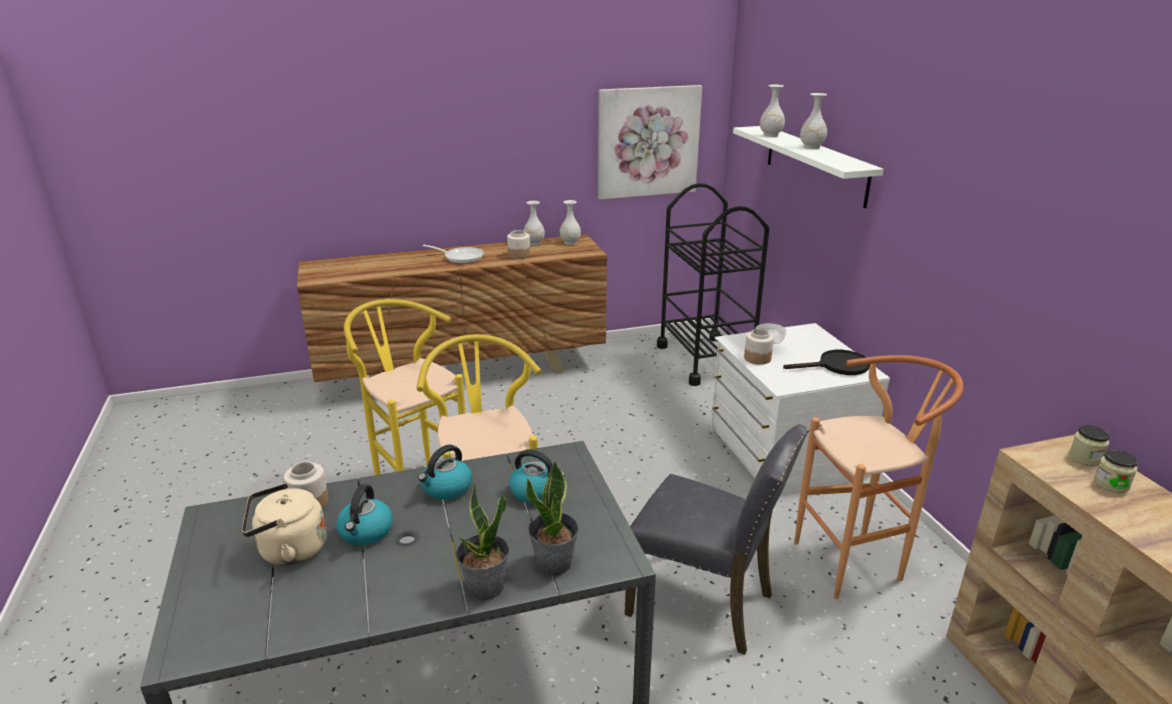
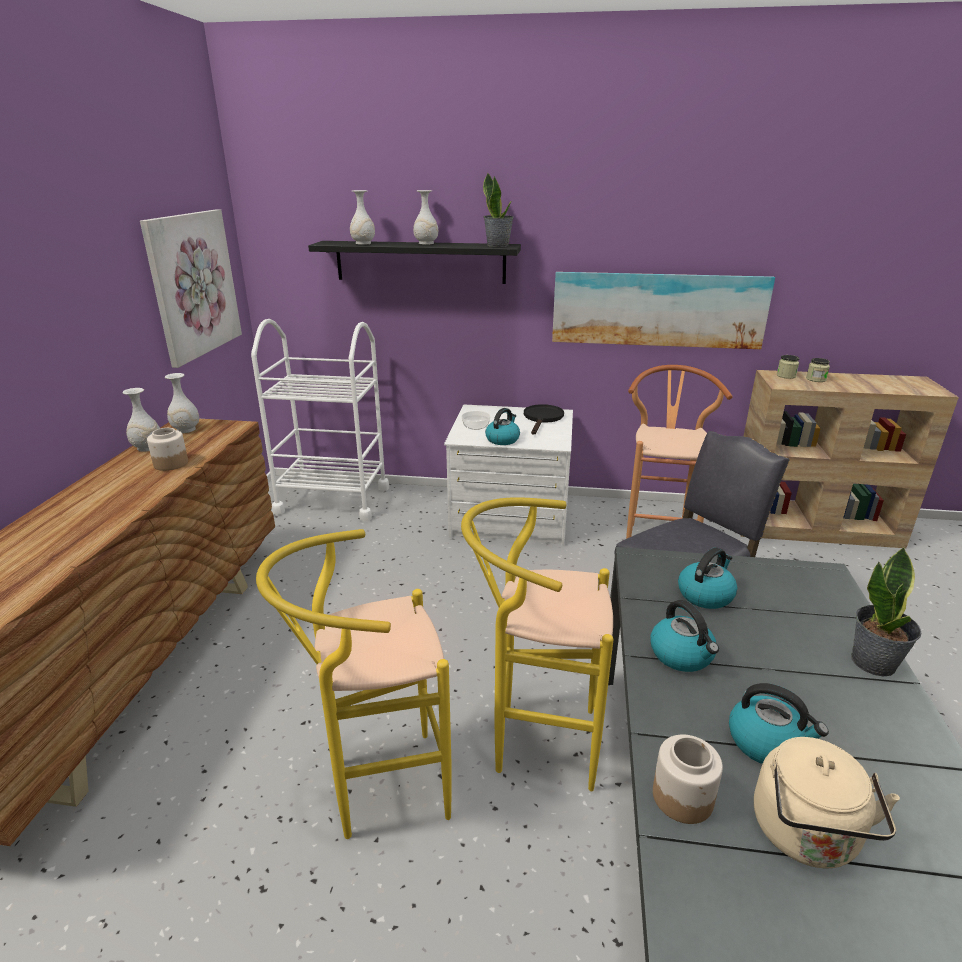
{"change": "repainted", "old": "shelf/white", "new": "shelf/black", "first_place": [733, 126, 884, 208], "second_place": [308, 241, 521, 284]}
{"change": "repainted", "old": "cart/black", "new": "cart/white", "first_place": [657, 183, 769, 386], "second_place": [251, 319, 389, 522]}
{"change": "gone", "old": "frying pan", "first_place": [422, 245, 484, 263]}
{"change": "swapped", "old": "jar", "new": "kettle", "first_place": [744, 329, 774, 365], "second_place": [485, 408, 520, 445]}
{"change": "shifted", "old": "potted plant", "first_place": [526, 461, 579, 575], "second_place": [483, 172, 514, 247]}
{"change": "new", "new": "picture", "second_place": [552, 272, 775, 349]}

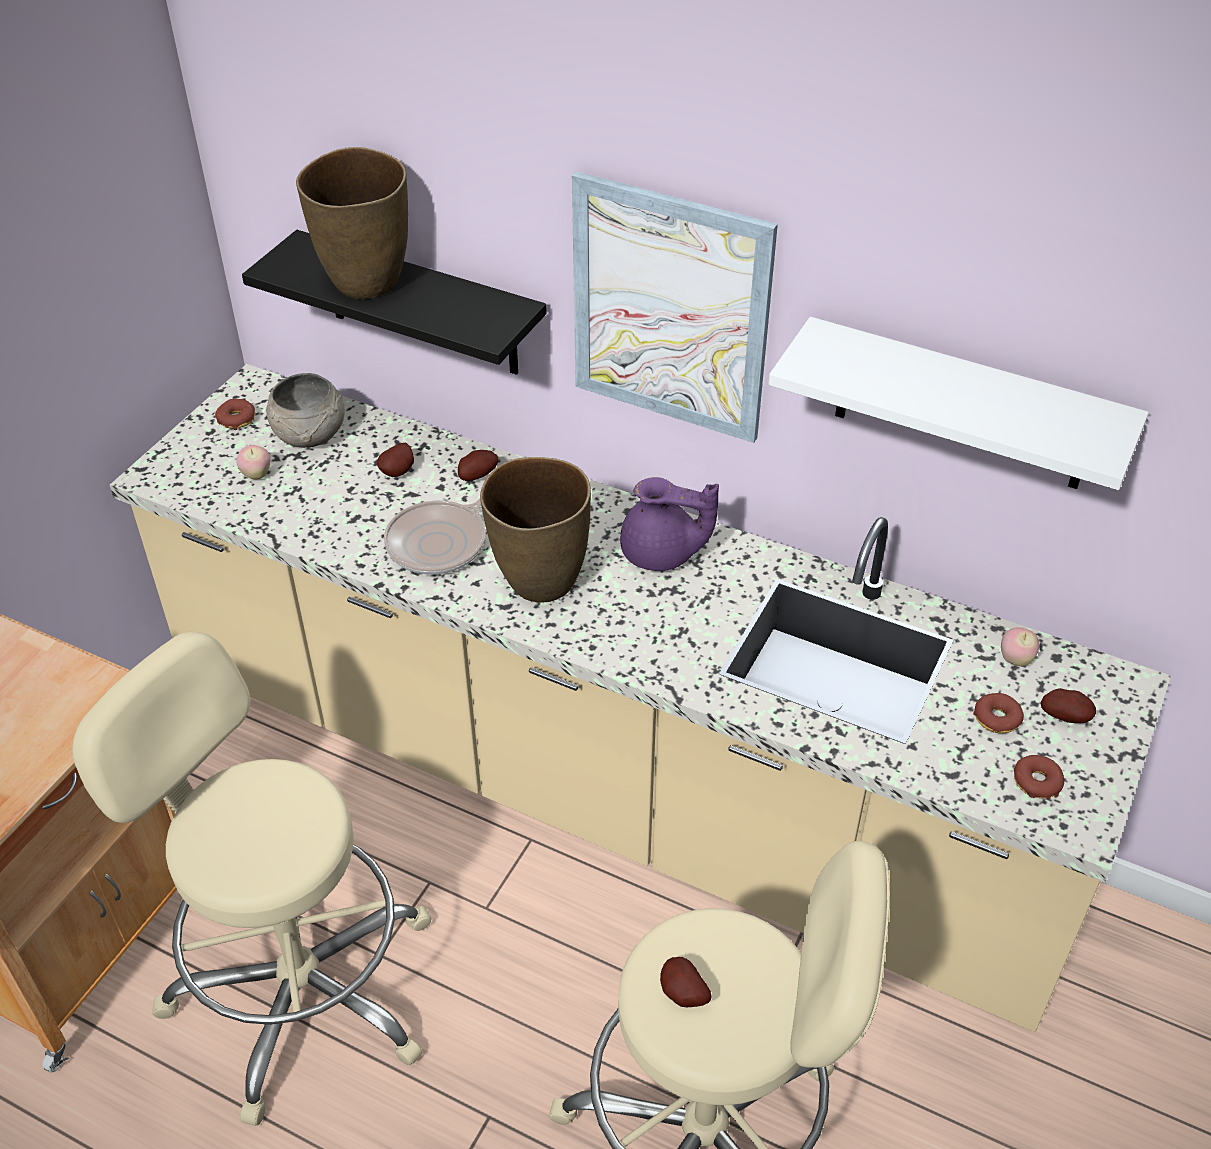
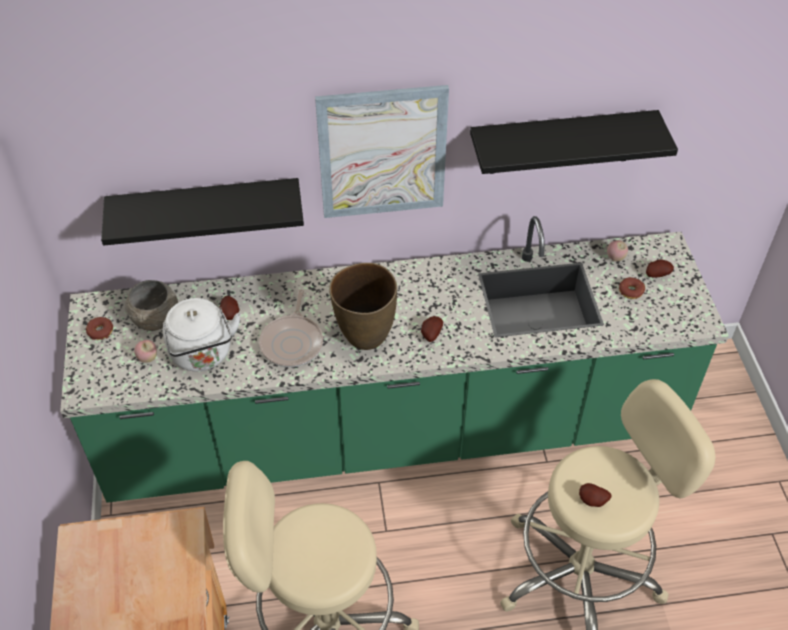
{"change": "gone", "old": "vase/brown", "first_place": [296, 147, 408, 299]}
{"change": "repainted", "old": "shelf/white", "new": "shelf/black", "first_place": [768, 317, 1149, 490], "second_place": [470, 110, 678, 174]}
{"change": "repainted", "old": "counter/beige", "new": "counter/green", "first_place": [110, 364, 1171, 1032], "second_place": [60, 216, 729, 503]}
{"change": "shifted", "old": "potato", "first_place": [458, 450, 498, 481], "second_place": [421, 316, 443, 342]}
{"change": "gone", "old": "teapot/purple", "first_place": [620, 477, 719, 571]}
{"change": "gone", "old": "donut", "first_place": [1014, 755, 1064, 799]}
{"change": "new", "new": "kettle/white", "second_place": [163, 298, 241, 372]}

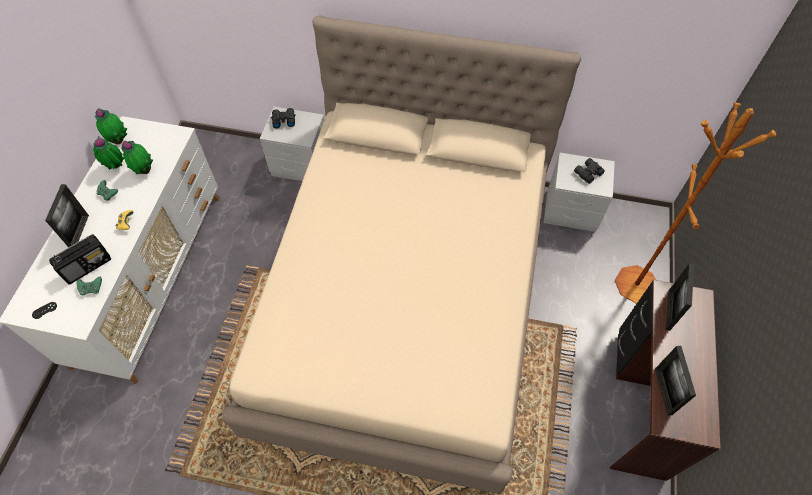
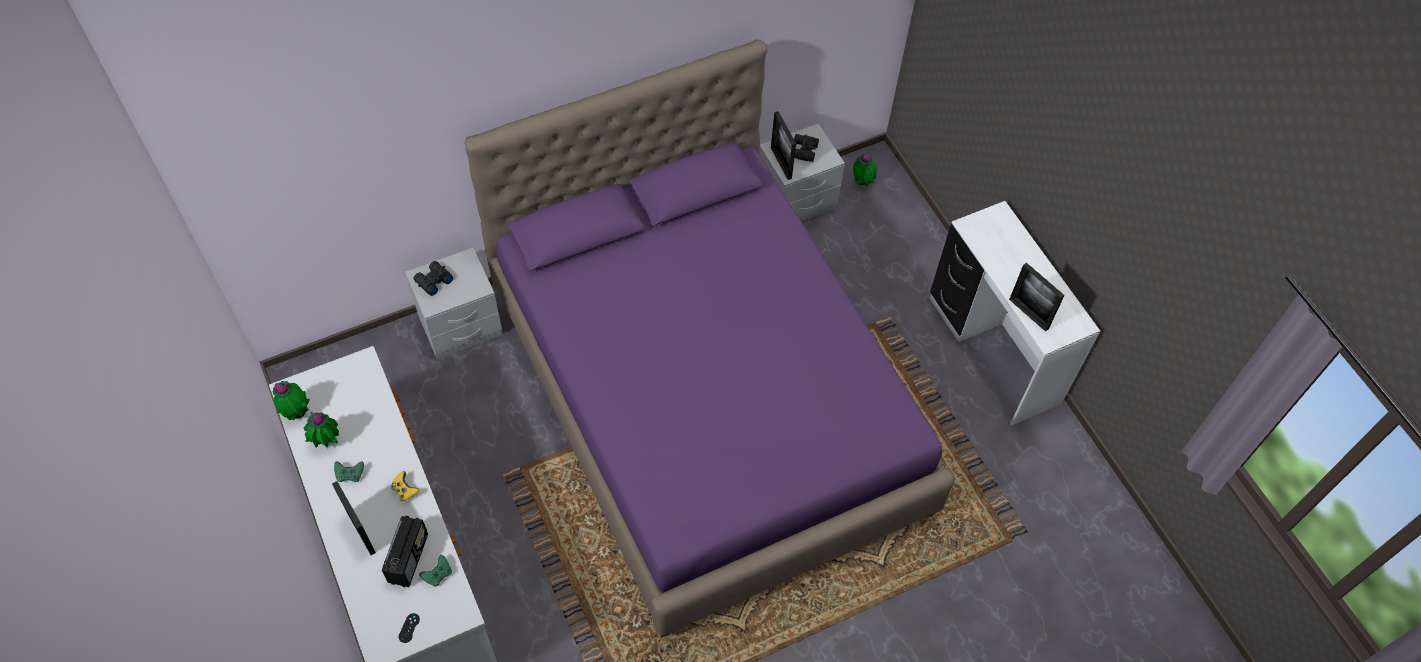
{"change": "repainted", "old": "bed/beige", "new": "bed/purple", "first_place": [222, 15, 581, 494], "second_place": [465, 39, 955, 638]}
{"change": "gone", "old": "clothes rack/orange", "first_place": [614, 102, 776, 304]}
{"change": "shifted", "old": "potted plant", "first_place": [121, 141, 153, 174], "second_place": [853, 152, 877, 187]}
{"change": "shifted", "old": "picture frame", "first_place": [665, 263, 694, 331], "second_place": [771, 111, 796, 180]}
{"change": "repainted", "old": "desk/brown", "new": "desk/white", "first_place": [610, 280, 721, 481], "second_place": [930, 201, 1100, 426]}

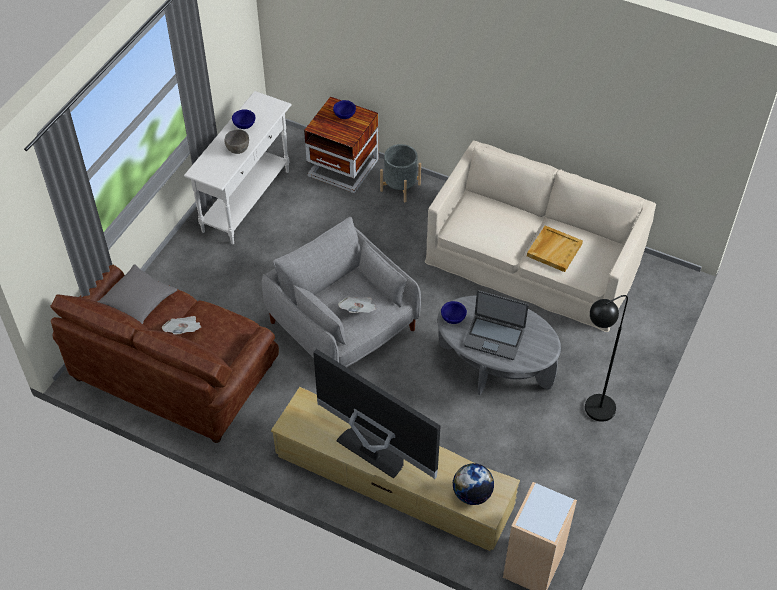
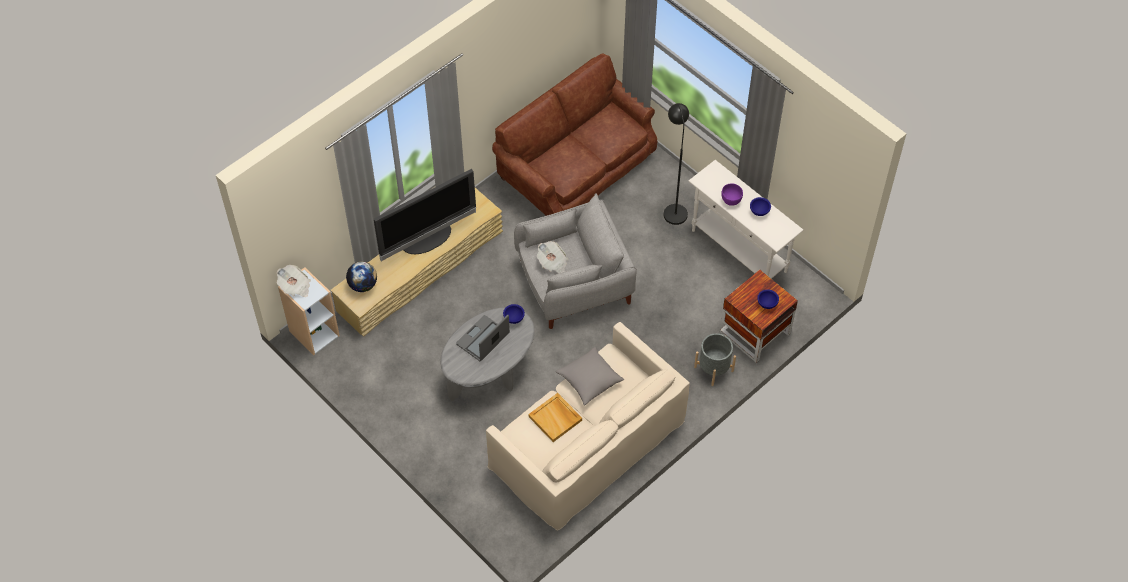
{"change": "repainted", "old": "bowl/grey", "new": "bowl/purple", "first_place": [225, 129, 249, 154], "second_place": [721, 184, 743, 206]}
{"change": "shifted", "old": "pillow/grey", "first_place": [97, 264, 177, 324], "second_place": [555, 347, 624, 405]}
{"change": "shifted", "old": "floor lamp/black", "first_place": [585, 295, 628, 422], "second_place": [664, 103, 689, 225]}
{"change": "shifted", "old": "newspaper", "first_place": [162, 316, 202, 335], "second_place": [277, 265, 311, 297]}

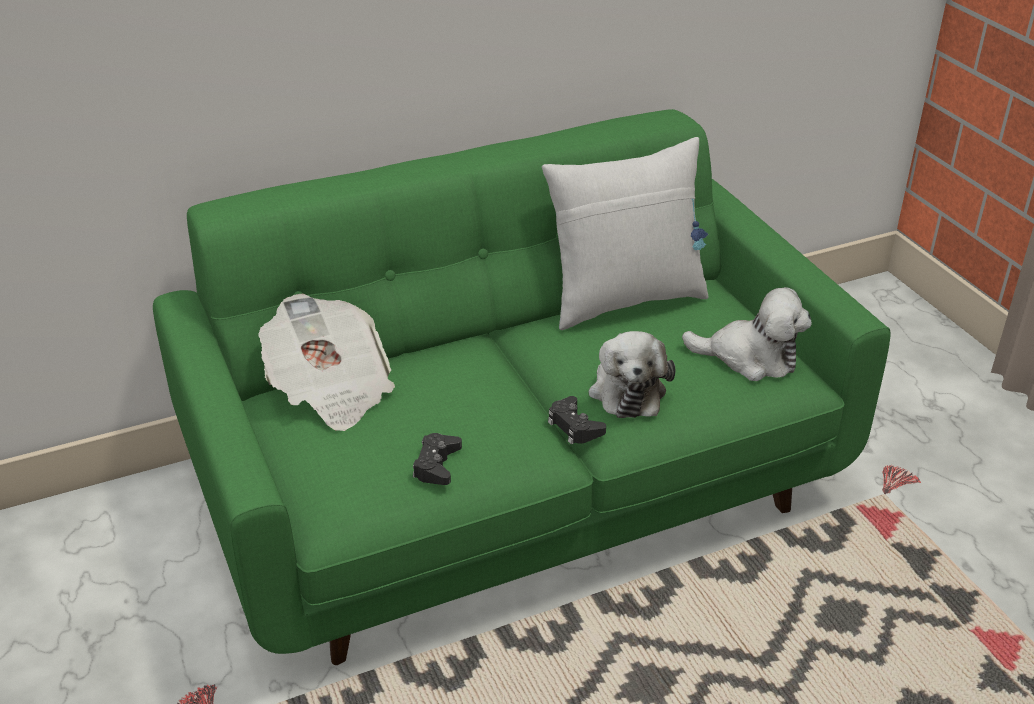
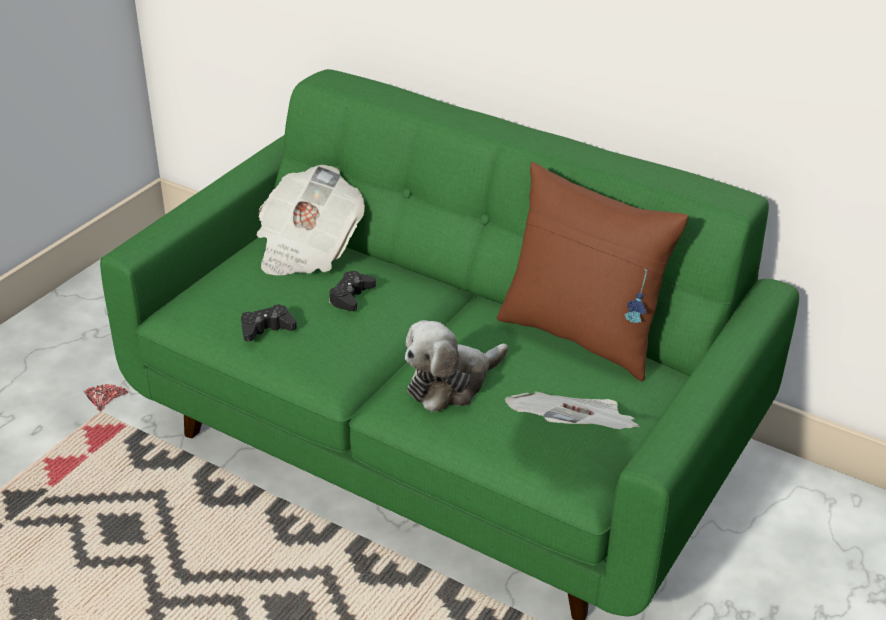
{"change": "repainted", "old": "pillow/grey", "new": "pillow/brown", "first_place": [542, 137, 709, 330], "second_place": [497, 162, 689, 381]}
{"change": "swapped", "old": "plush toy", "new": "newspaper", "first_place": [682, 287, 812, 381], "second_place": [505, 391, 640, 429]}
{"change": "shifted", "old": "game controller/black", "first_place": [548, 396, 606, 445], "second_place": [329, 271, 376, 311]}

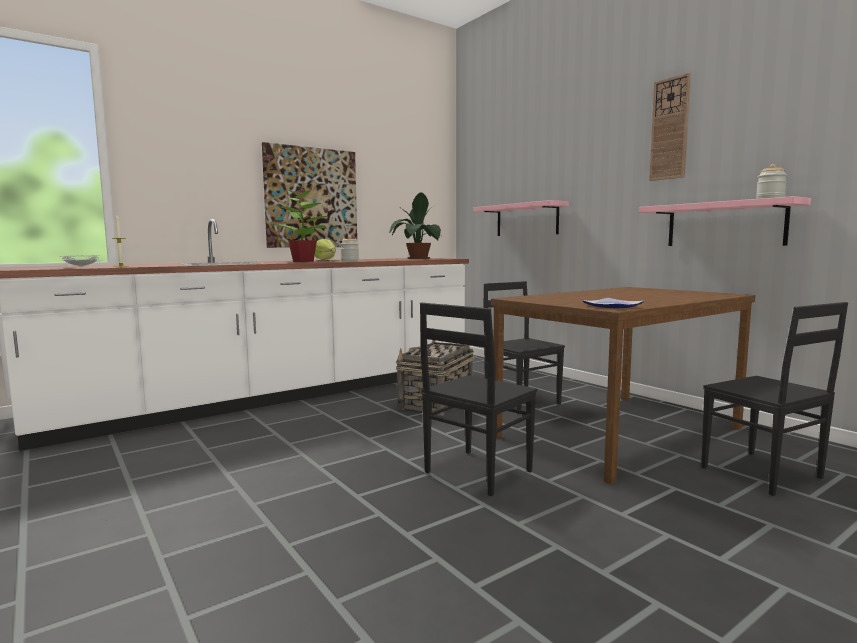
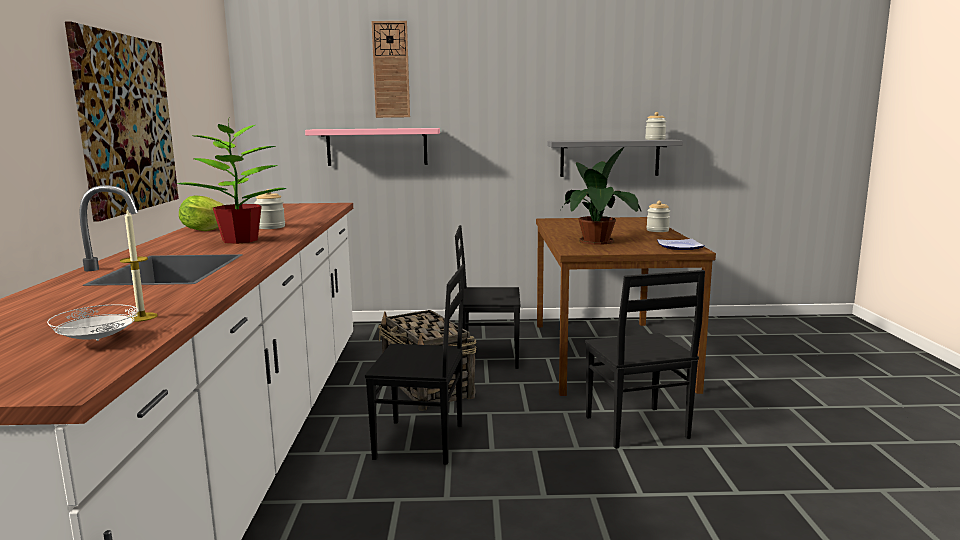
{"change": "shifted", "old": "wall clock", "first_place": [649, 73, 691, 181], "second_place": [371, 21, 410, 118]}
{"change": "shifted", "old": "potted plant", "first_place": [389, 192, 442, 259], "second_place": [561, 147, 641, 245]}
{"change": "repainted", "old": "shelf/pink", "new": "shelf/grey", "first_place": [639, 196, 811, 246], "second_place": [547, 139, 683, 177]}
{"change": "shifted", "old": "chair/black", "first_place": [701, 302, 848, 496], "second_place": [365, 264, 465, 465]}
{"change": "new", "new": "jar", "second_place": [646, 201, 670, 232]}

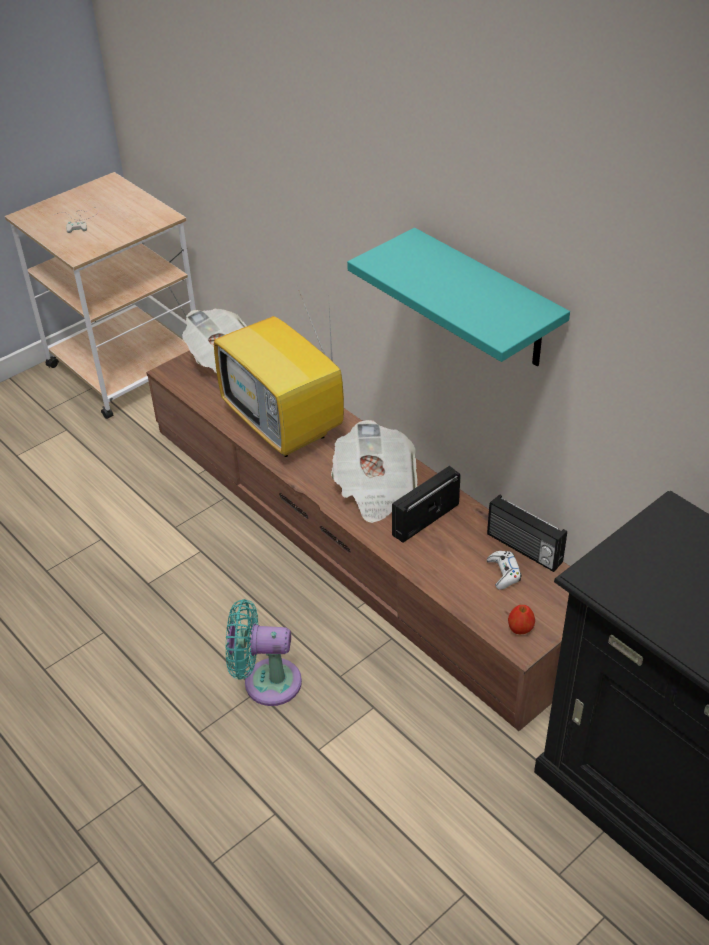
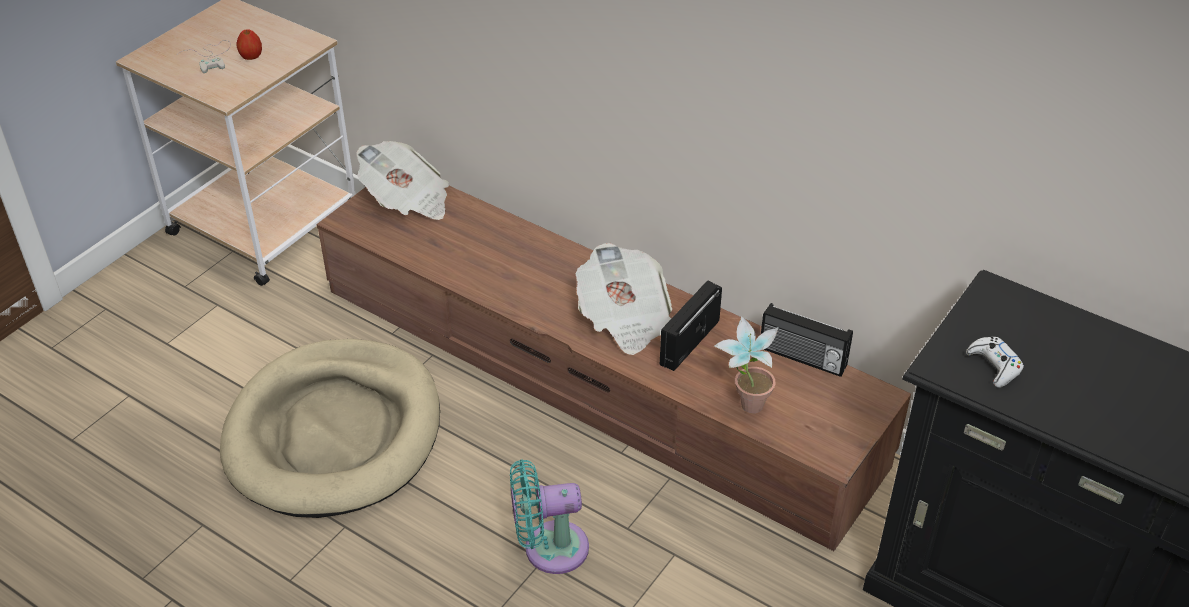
{"change": "gone", "old": "shelf/turquoise", "first_place": [347, 228, 570, 366]}
{"change": "gone", "old": "television", "first_place": [214, 291, 344, 457]}
{"change": "shifted", "old": "game controller/white", "first_place": [487, 551, 521, 590], "second_place": [966, 337, 1024, 388]}
{"change": "shifted", "old": "apple", "first_place": [508, 605, 535, 634], "second_place": [236, 29, 262, 60]}
{"change": "new", "new": "potted plant", "second_place": [714, 316, 778, 413]}
{"change": "new", "new": "dog bed/beige", "second_place": [220, 339, 440, 518]}

